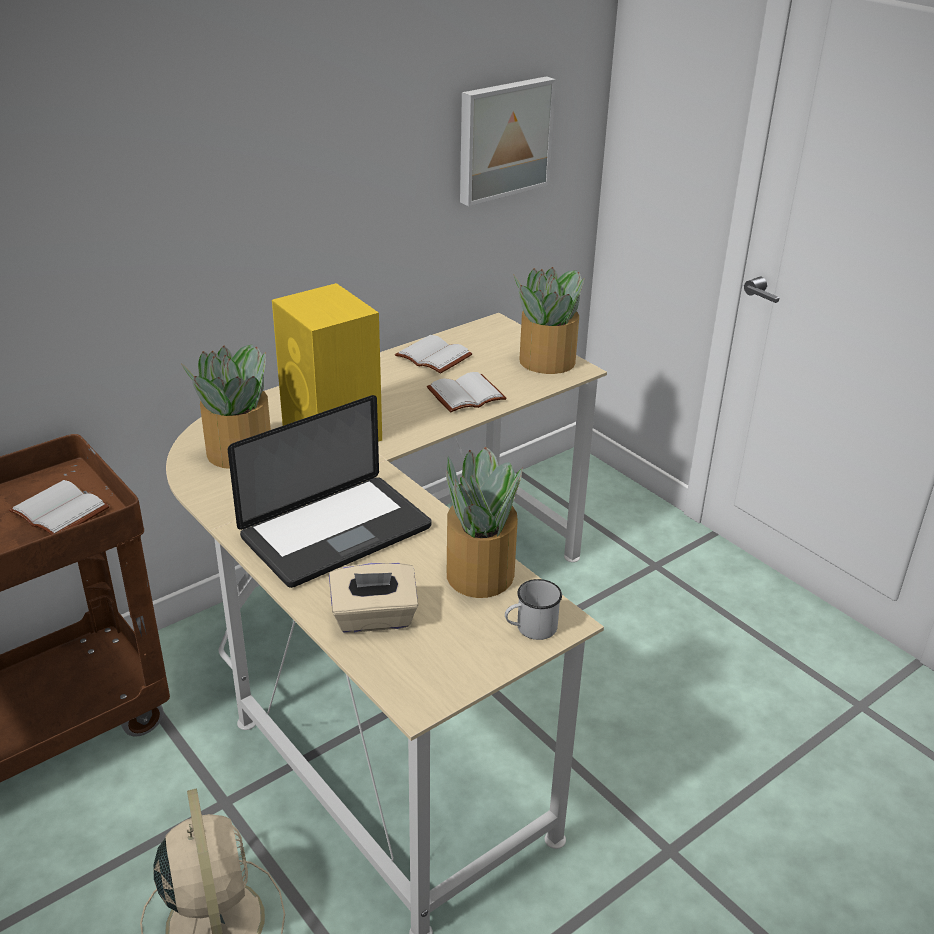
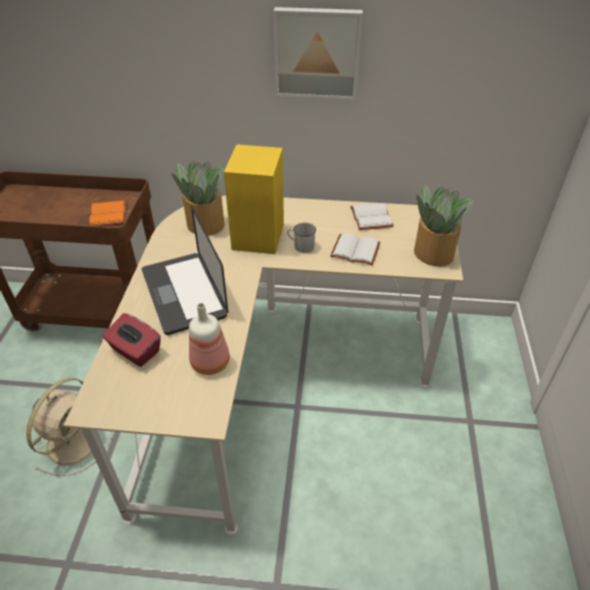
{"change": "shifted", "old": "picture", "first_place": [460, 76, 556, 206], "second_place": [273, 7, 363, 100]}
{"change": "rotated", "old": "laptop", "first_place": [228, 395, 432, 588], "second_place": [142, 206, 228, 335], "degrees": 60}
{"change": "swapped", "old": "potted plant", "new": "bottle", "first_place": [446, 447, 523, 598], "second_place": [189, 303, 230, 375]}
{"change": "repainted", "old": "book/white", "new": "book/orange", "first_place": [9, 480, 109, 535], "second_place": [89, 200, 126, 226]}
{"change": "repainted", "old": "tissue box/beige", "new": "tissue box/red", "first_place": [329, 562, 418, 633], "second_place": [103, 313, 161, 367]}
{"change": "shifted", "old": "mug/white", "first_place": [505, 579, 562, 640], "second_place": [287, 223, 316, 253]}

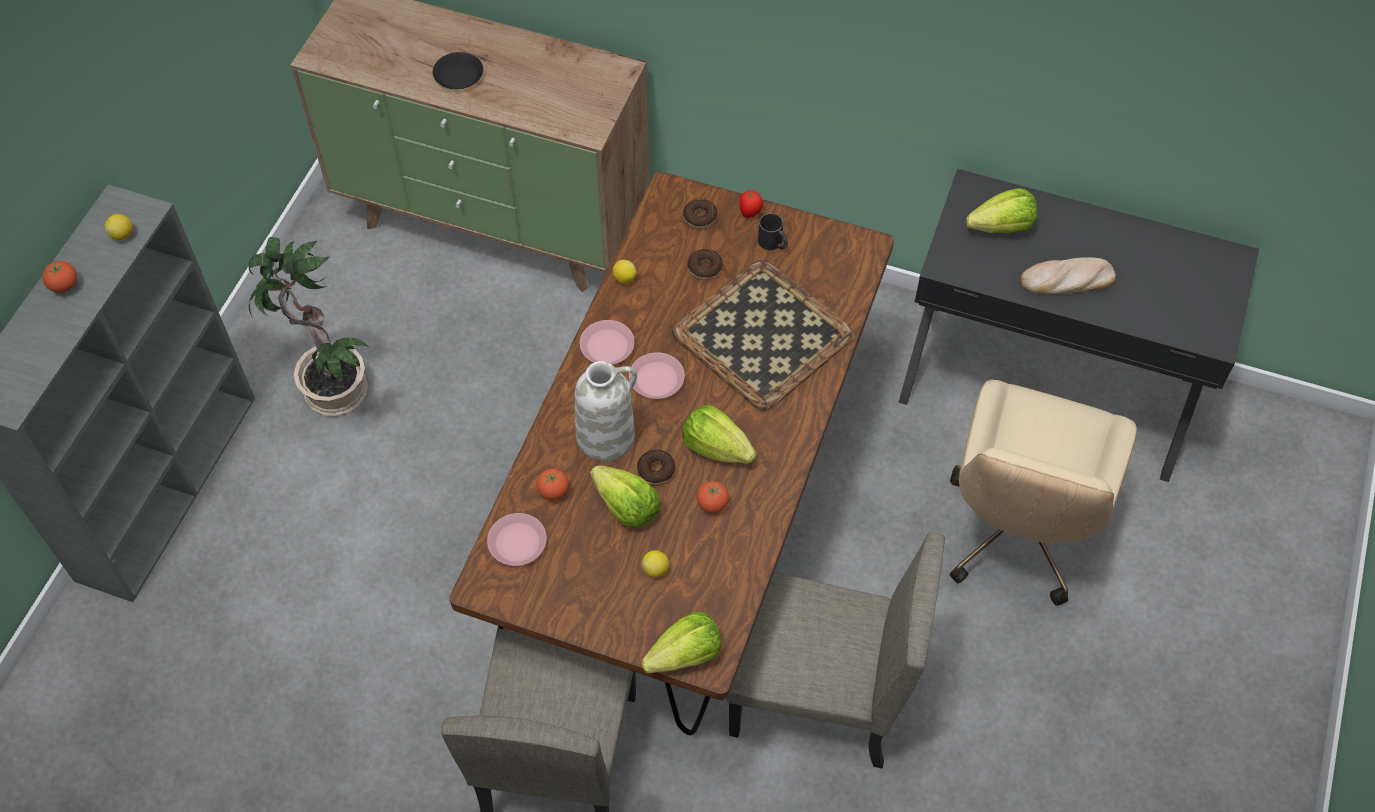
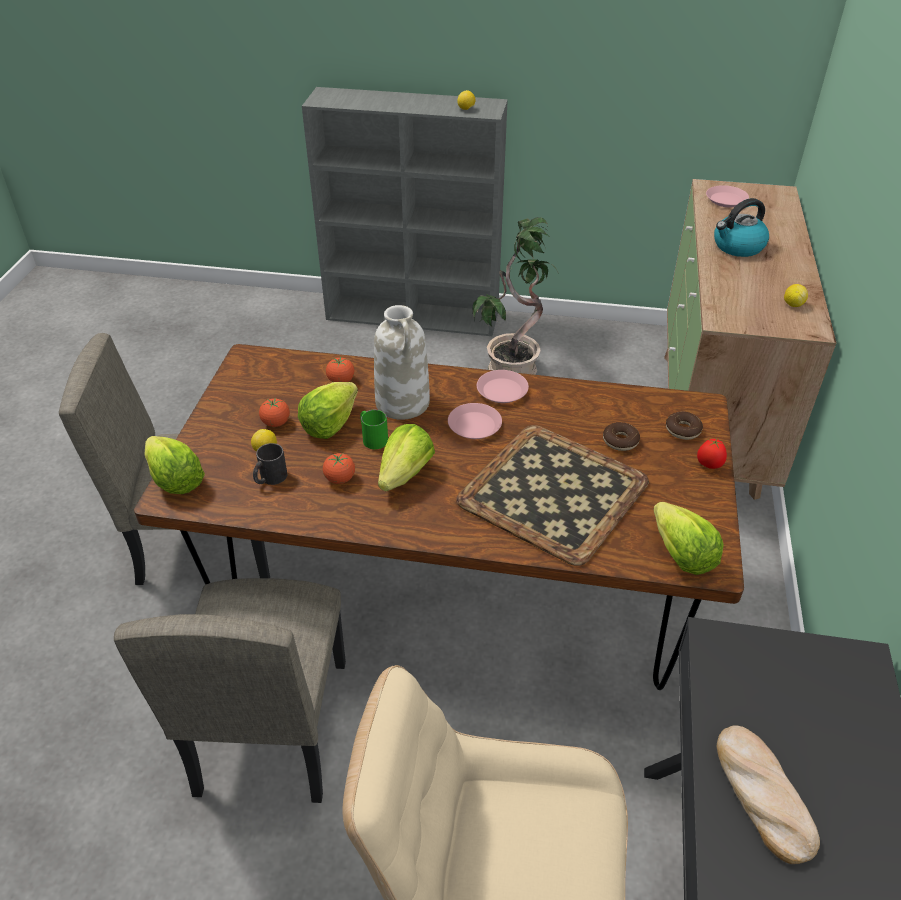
{"change": "swapped", "old": "plate/black", "new": "kettle", "first_place": [433, 52, 483, 89], "second_place": [714, 198, 769, 257]}
{"change": "shifted", "old": "lettuce", "first_place": [966, 188, 1037, 233], "second_place": [653, 502, 724, 575]}
{"change": "shifted", "old": "mug/black", "first_place": [758, 213, 788, 250], "second_place": [253, 443, 287, 485]}
{"change": "shifted", "old": "lemon", "first_place": [612, 259, 637, 284], "second_place": [784, 284, 808, 307]}
{"change": "shifted", "old": "tomato", "first_place": [42, 261, 77, 293], "second_place": [259, 398, 290, 427]}
{"change": "swapped", "old": "donut", "new": "mug/green", "first_place": [637, 450, 675, 485], "second_place": [360, 410, 388, 449]}
{"change": "shifted", "old": "plate/pink", "first_place": [487, 513, 547, 566], "second_place": [706, 185, 749, 207]}

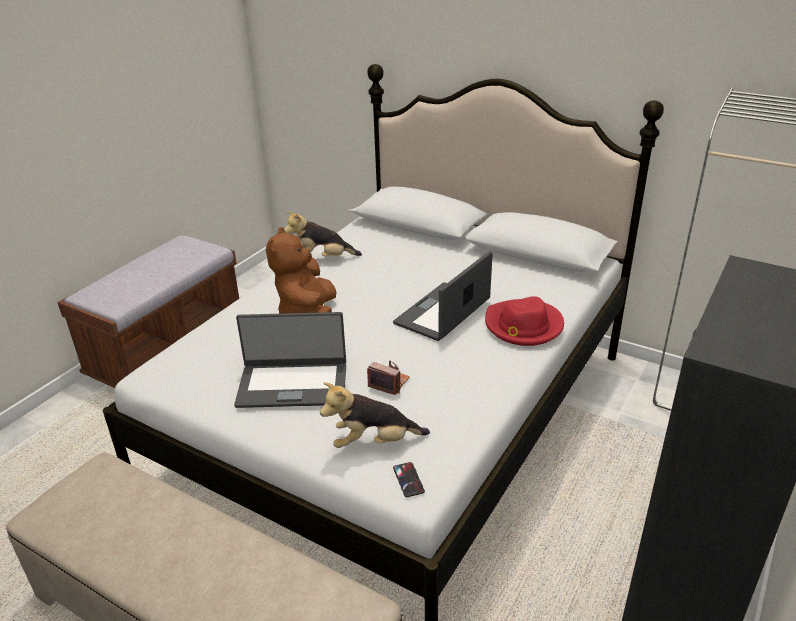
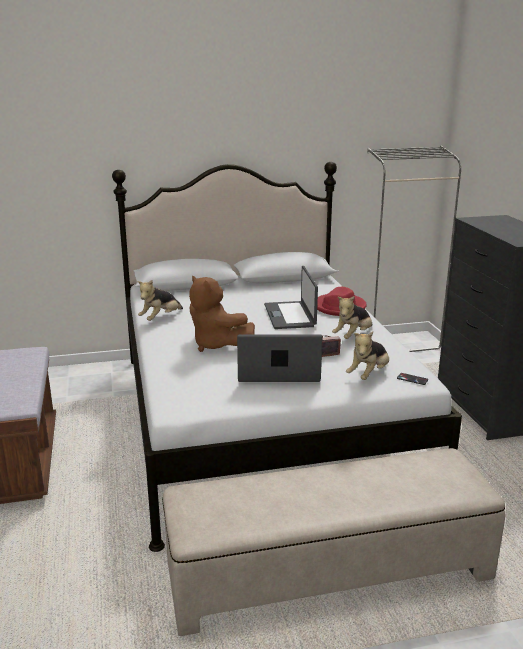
{"change": "rotated", "old": "laptop", "first_place": [234, 312, 346, 408], "second_place": [237, 335, 322, 382], "degrees": -135}
{"change": "new", "new": "plush toy", "second_place": [332, 296, 372, 339]}

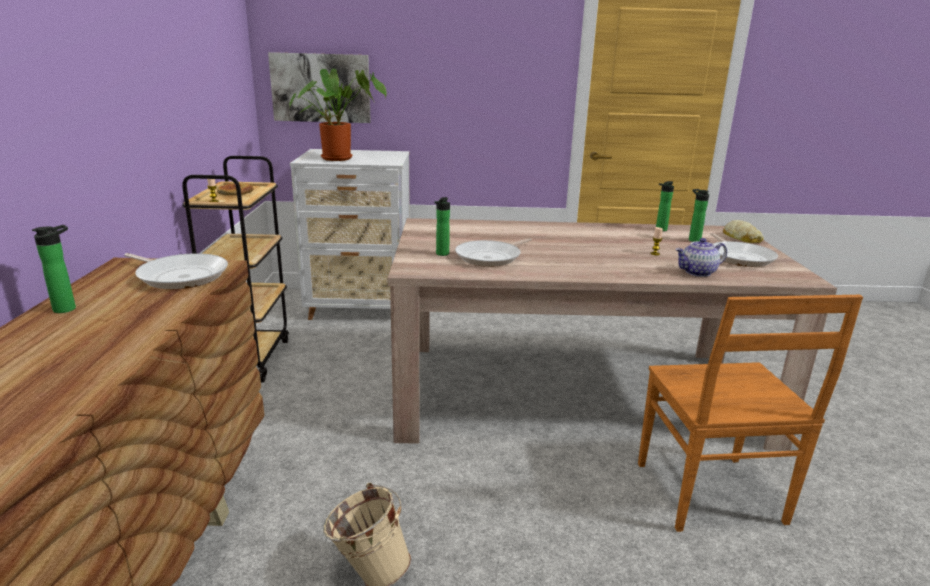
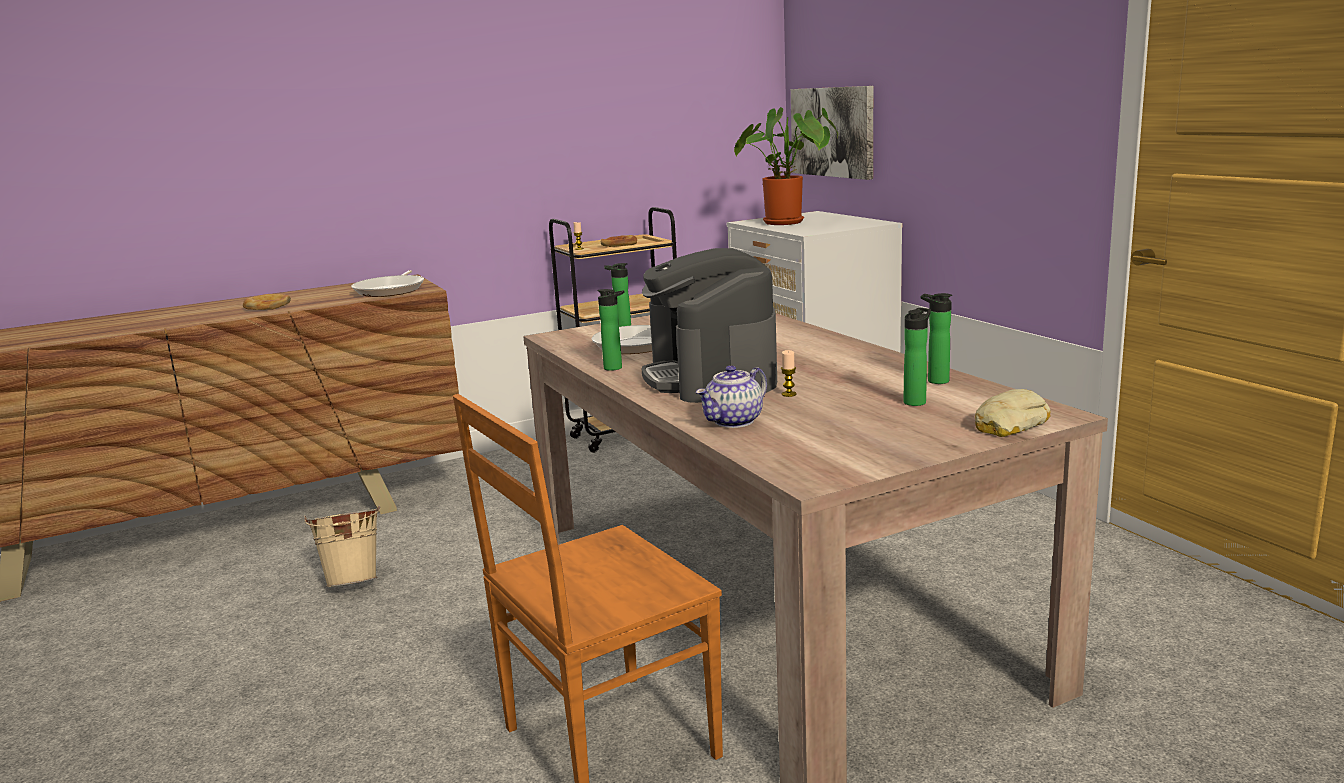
{"change": "shifted", "old": "bottle", "first_place": [32, 225, 76, 313], "second_place": [597, 289, 625, 371]}
{"change": "gone", "old": "frying pan", "first_place": [710, 233, 778, 267]}
{"change": "rotated", "old": "teapot", "first_place": [675, 238, 727, 277], "second_place": [696, 365, 767, 428], "degrees": -90}
{"change": "new", "new": "coffee machine", "second_place": [642, 248, 777, 403]}
{"change": "new", "new": "bread", "second_place": [243, 294, 291, 310]}

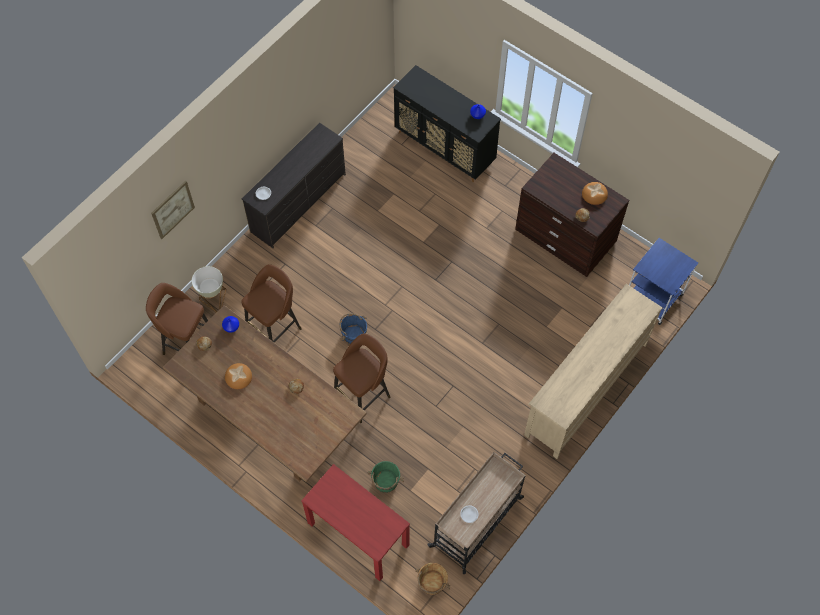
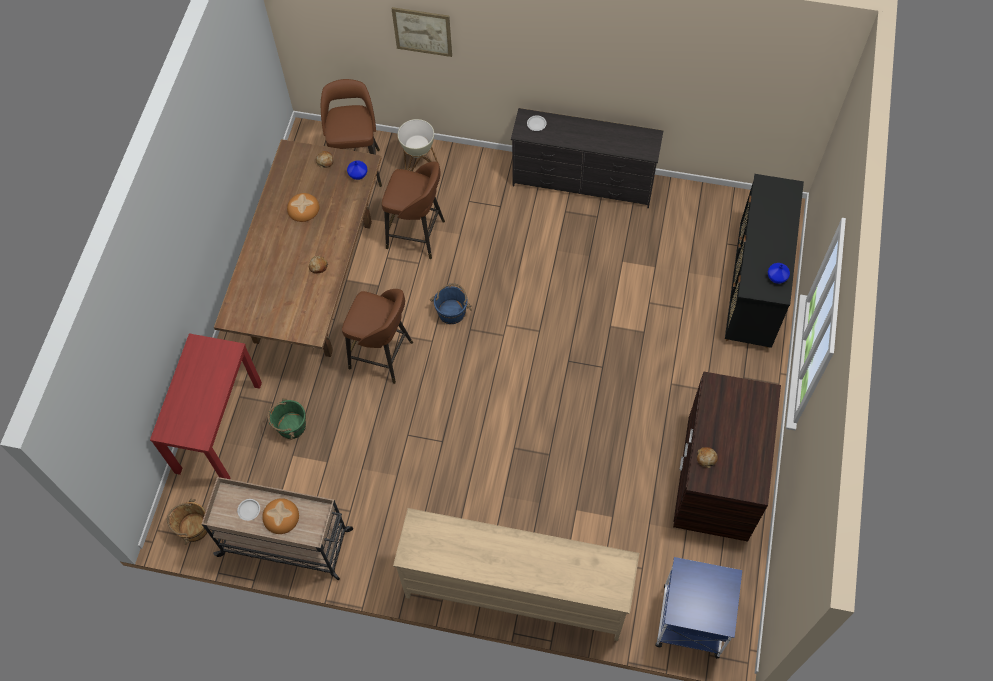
{"change": "shifted", "old": "bread", "first_place": [582, 182, 608, 205], "second_place": [262, 498, 299, 534]}

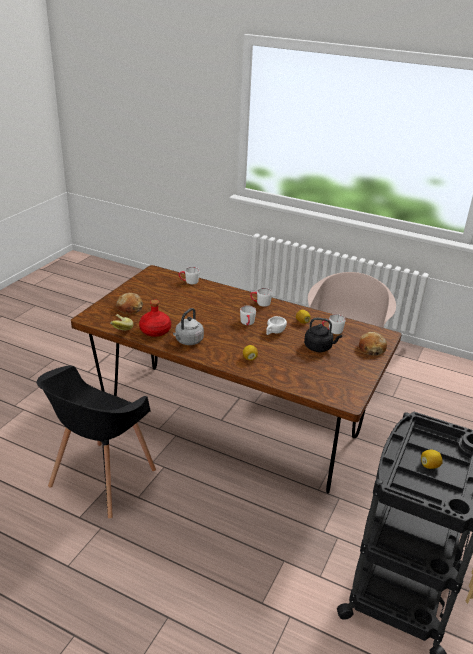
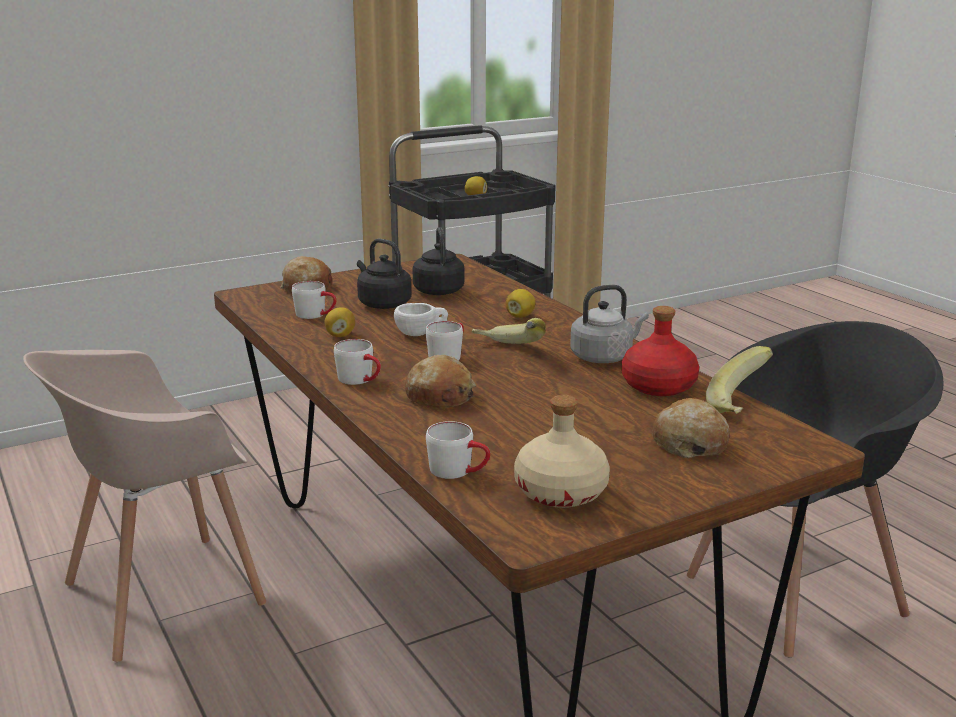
{"change": "new", "new": "kettle/black", "second_place": [413, 227, 464, 295]}
{"change": "new", "new": "banana", "second_place": [471, 318, 546, 344]}
{"change": "new", "new": "bread", "second_place": [405, 355, 476, 409]}
{"change": "new", "new": "bottle/beige", "second_place": [514, 395, 610, 508]}

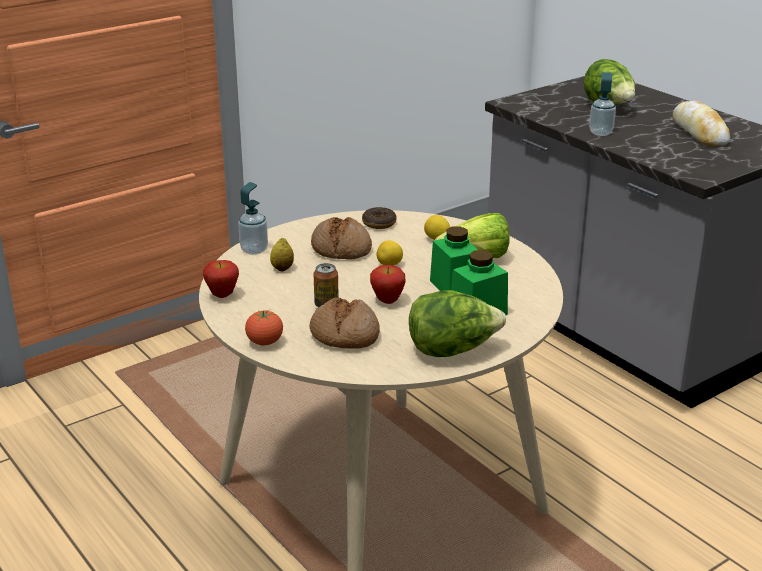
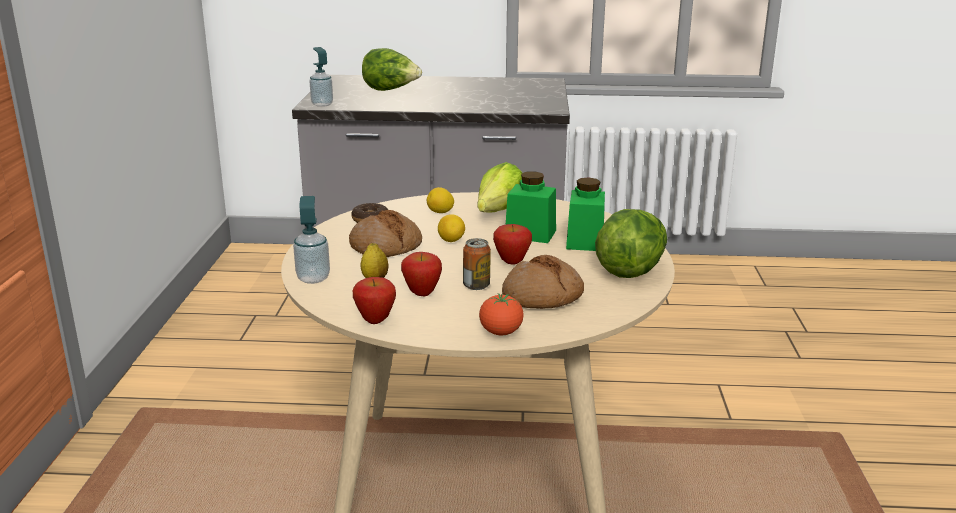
{"change": "shifted", "old": "soap dispenser", "first_place": [589, 72, 616, 136], "second_place": [310, 47, 333, 107]}
{"change": "gone", "old": "bread", "first_place": [673, 101, 730, 147]}
{"change": "new", "new": "apple", "second_place": [401, 252, 442, 296]}

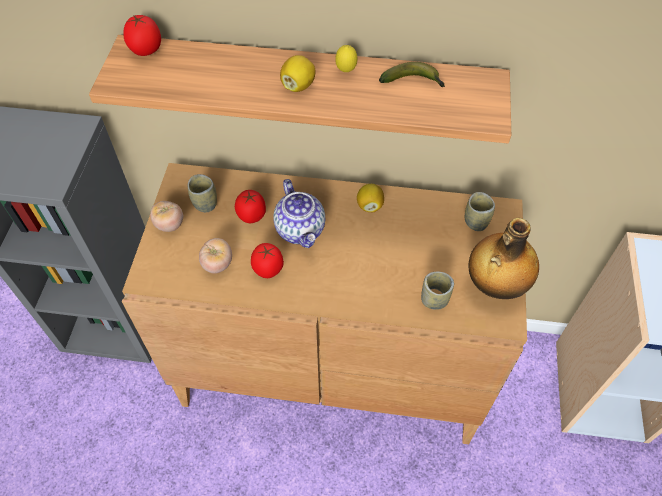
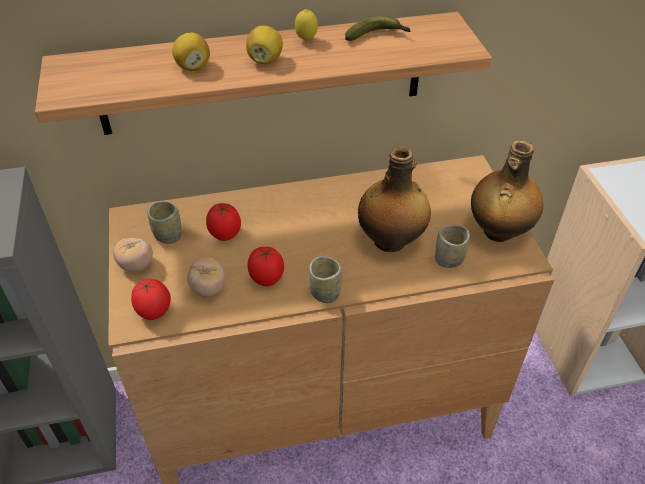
{"change": "shifted", "old": "tomato", "first_place": [123, 15, 161, 56], "second_place": [131, 279, 171, 320]}
{"change": "gone", "old": "teapot", "first_place": [273, 179, 325, 248]}
{"change": "shifted", "old": "lemon", "first_place": [357, 184, 384, 212], "second_place": [172, 33, 210, 71]}
{"change": "shifted", "old": "cup", "first_place": [465, 192, 495, 231], "second_place": [308, 256, 342, 303]}
{"change": "new", "new": "bottle", "second_place": [358, 147, 431, 252]}

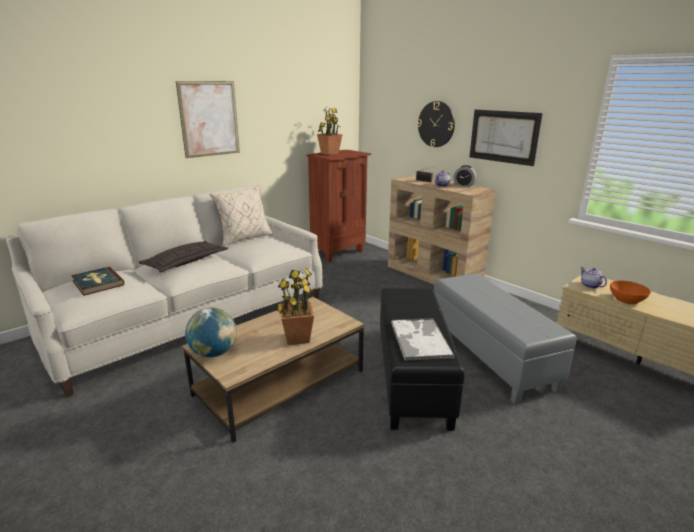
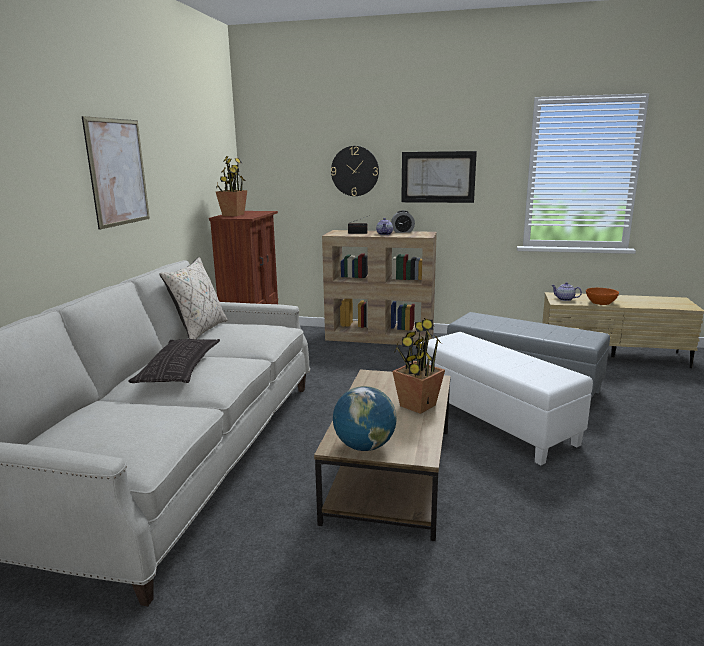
{"change": "gone", "old": "book", "first_place": [71, 267, 124, 296]}
{"change": "repainted", "old": "ottoman/black", "new": "ottoman/white", "first_place": [380, 288, 465, 431], "second_place": [418, 332, 593, 465]}
{"change": "gone", "old": "tray", "first_place": [391, 318, 455, 361]}

